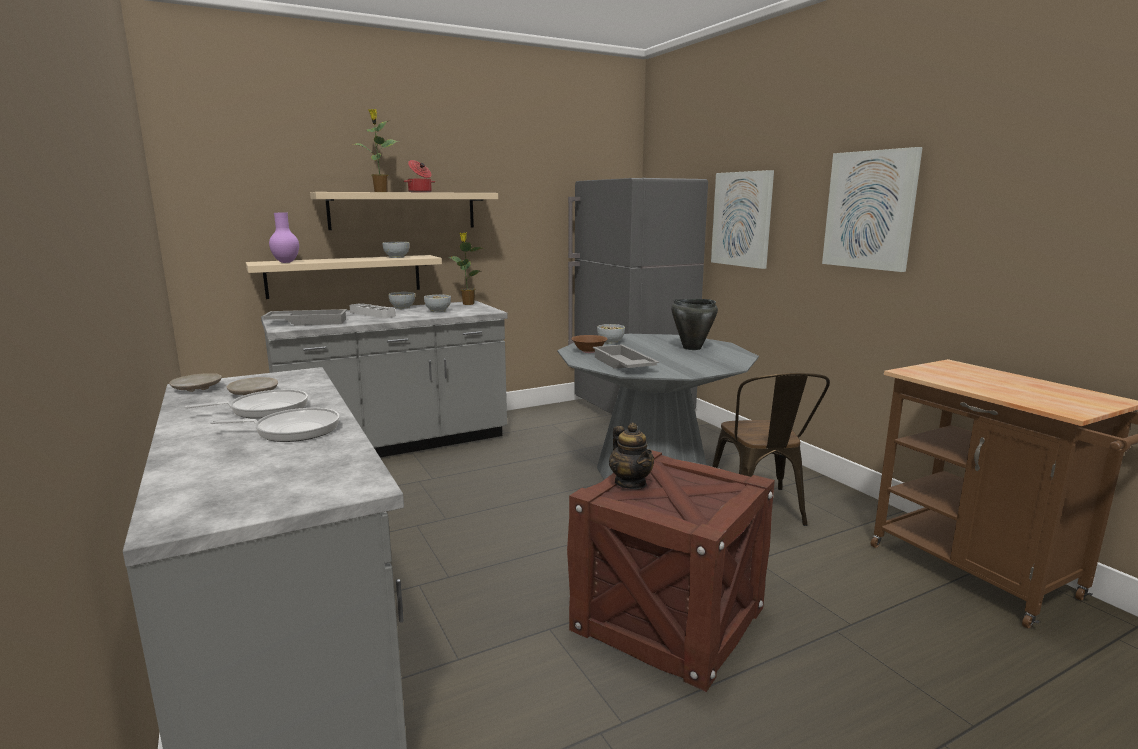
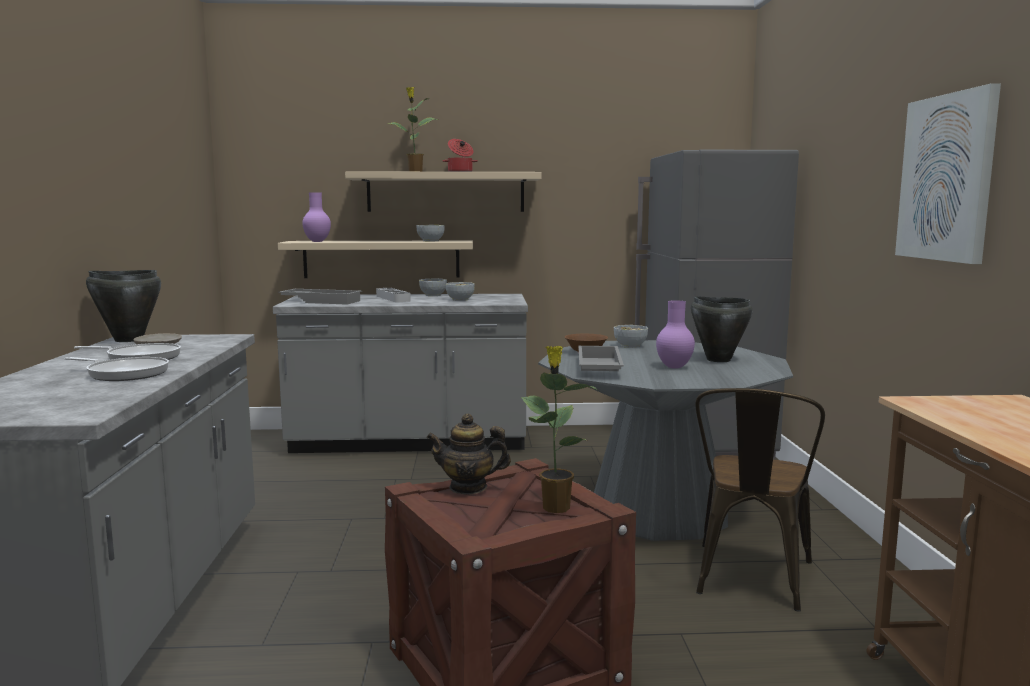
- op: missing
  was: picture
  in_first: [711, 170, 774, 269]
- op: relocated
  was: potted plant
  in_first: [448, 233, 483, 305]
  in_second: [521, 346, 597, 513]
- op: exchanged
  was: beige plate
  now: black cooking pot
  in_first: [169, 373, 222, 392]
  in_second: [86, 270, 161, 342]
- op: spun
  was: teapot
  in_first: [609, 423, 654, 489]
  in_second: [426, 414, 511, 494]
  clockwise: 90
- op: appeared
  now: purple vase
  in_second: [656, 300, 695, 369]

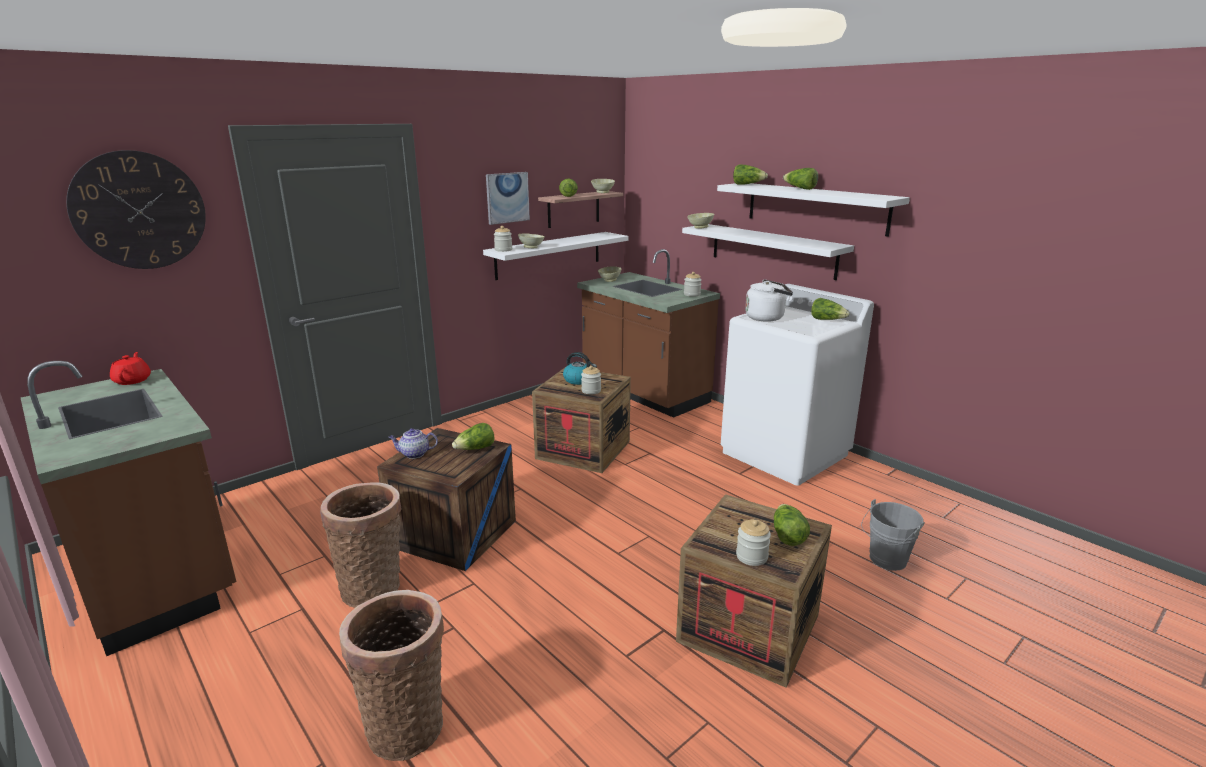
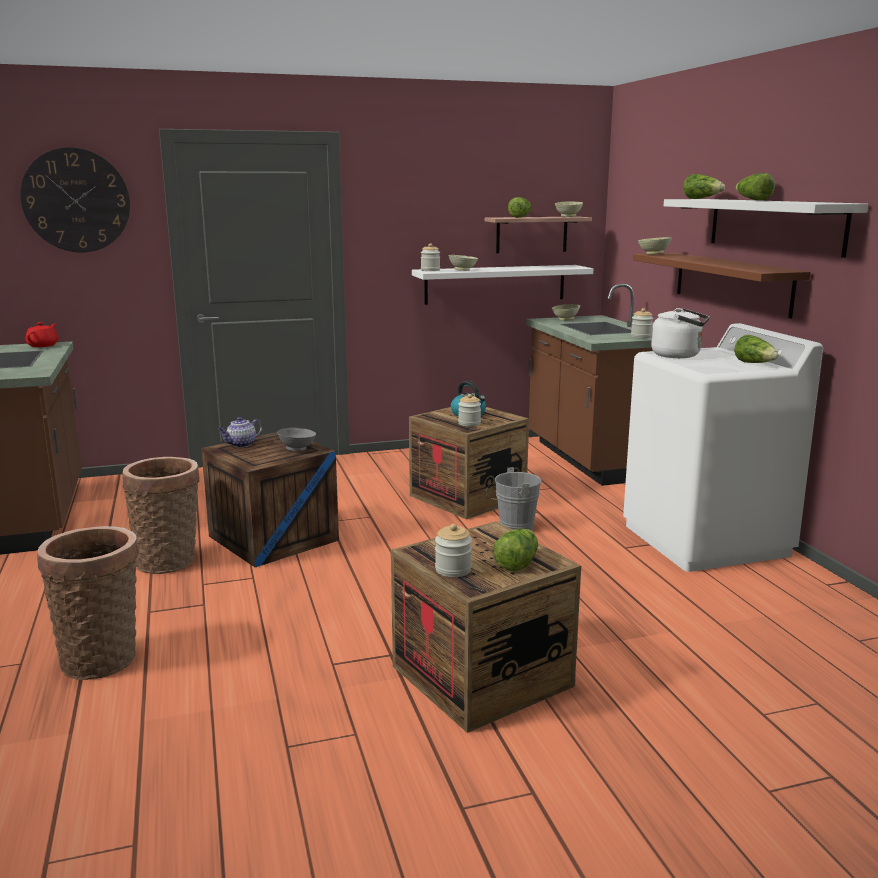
- op: missing
  was: picture
  in_first: [486, 172, 530, 225]
- op: colour
  was: white shelf
  now: brown shelf
  in_first: [682, 224, 854, 280]
  in_second: [633, 253, 811, 319]
- op: exchanged
  was: lettuce
  now: grey bowl
  in_first: [452, 423, 494, 450]
  in_second: [277, 428, 316, 452]
- op: spun
  was: teapot
  in_first: [389, 428, 438, 459]
  in_second: [218, 417, 263, 447]
  clockwise: -60
- op: relocated
  was: grey bucket
  in_first: [861, 499, 925, 571]
  in_second: [486, 467, 542, 530]

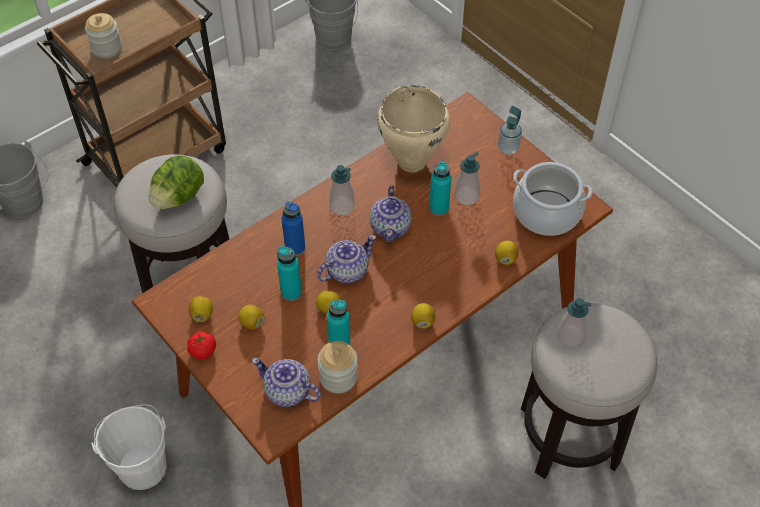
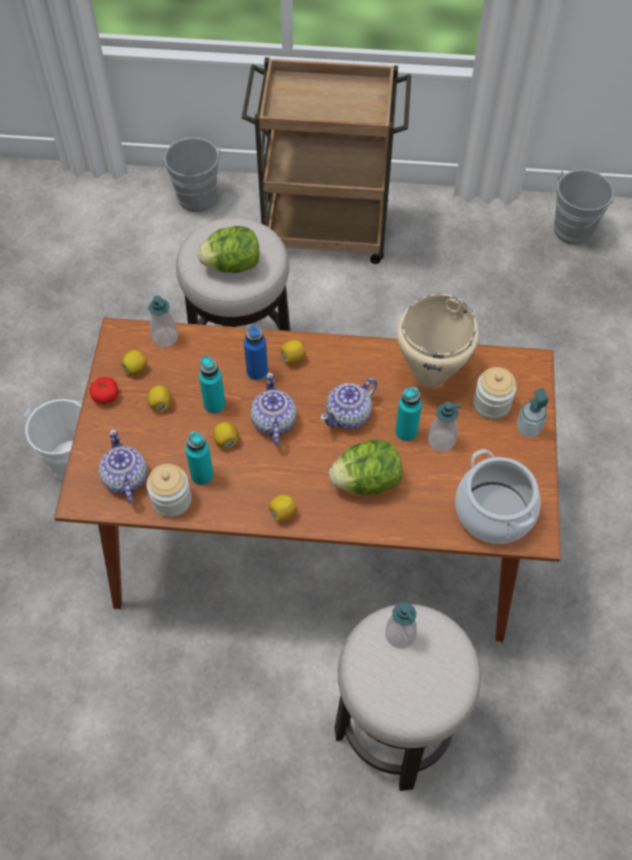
- op: relocated
  was: jar
  in_first: [85, 13, 122, 58]
  in_second: [473, 367, 517, 419]
- op: relocated
  was: soap dispenser
  in_first: [329, 165, 355, 215]
  in_second: [149, 296, 178, 347]
- op: spun
  was: teapot
  in_first: [317, 235, 376, 283]
  in_second: [250, 373, 297, 445]
  clockwise: -105
- op: relocated
  was: lemon
  in_first: [495, 241, 518, 265]
  in_second: [280, 340, 306, 364]
- op: appeared
  now: lettuce
  in_second: [329, 439, 402, 495]

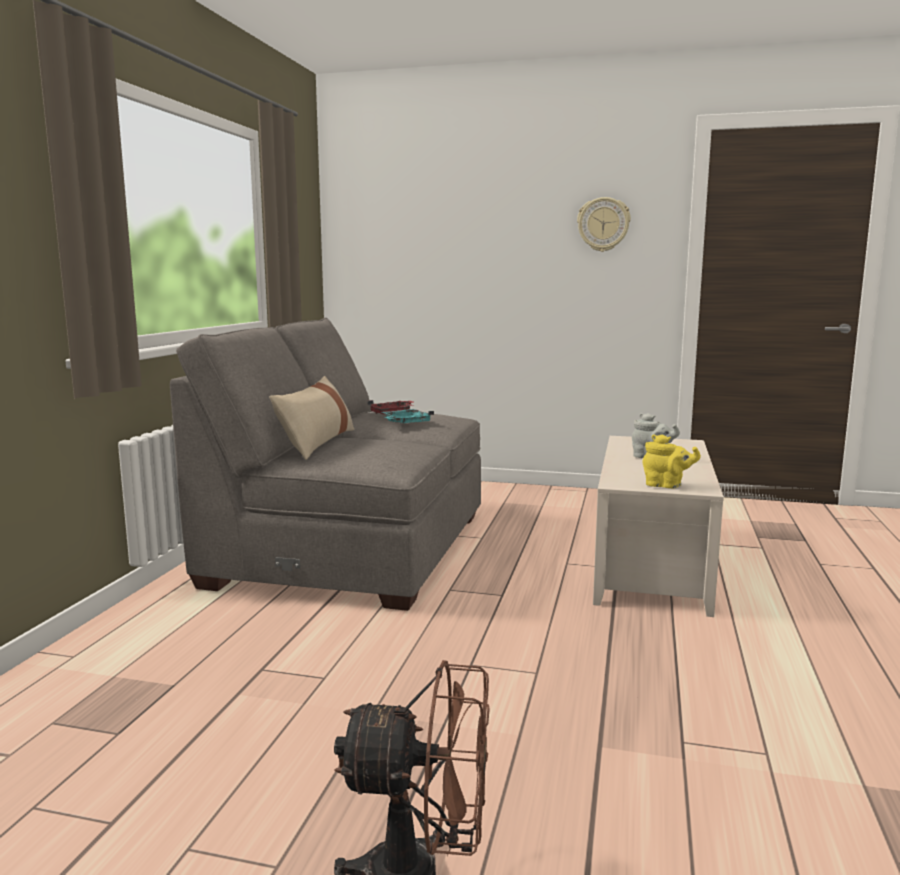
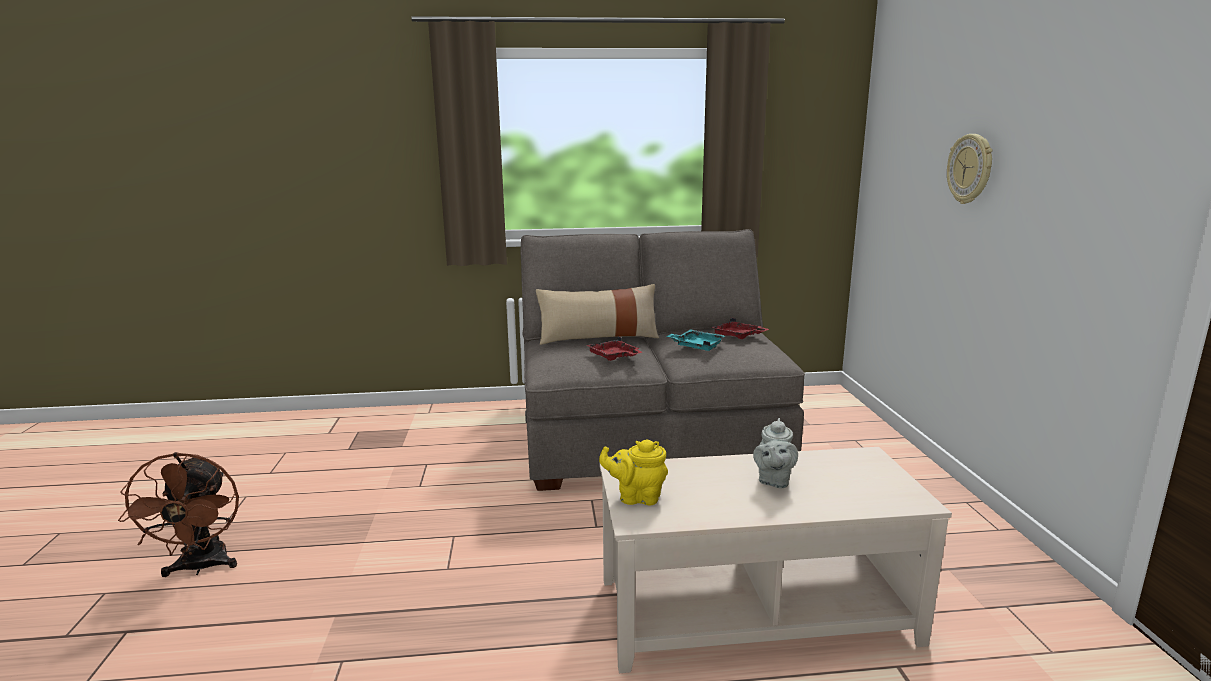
- op: relocated
  was: wall clock
  in_first: [577, 197, 631, 252]
  in_second: [947, 134, 992, 204]
- op: spun
  was: yellow teapot
  in_first: [642, 434, 701, 488]
  in_second: [599, 440, 668, 505]
  clockwise: 90
- op: appeared
  now: red tray
  in_second: [586, 336, 642, 361]

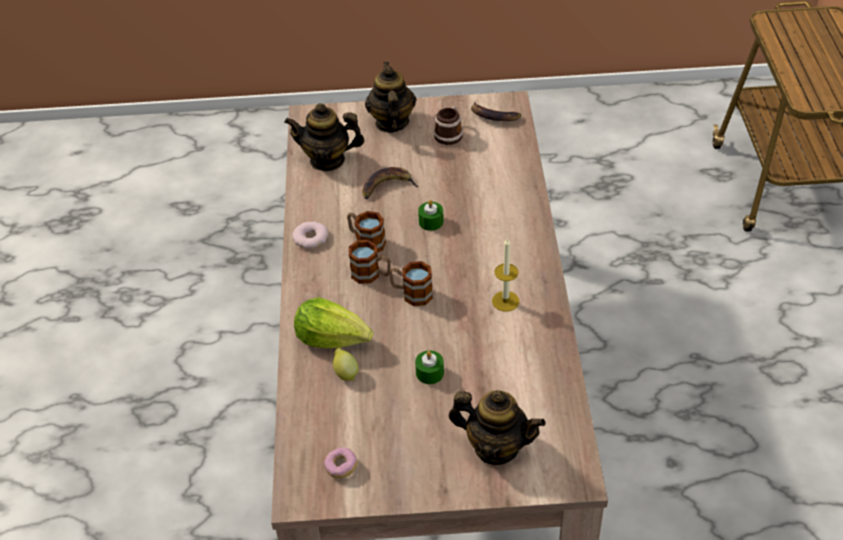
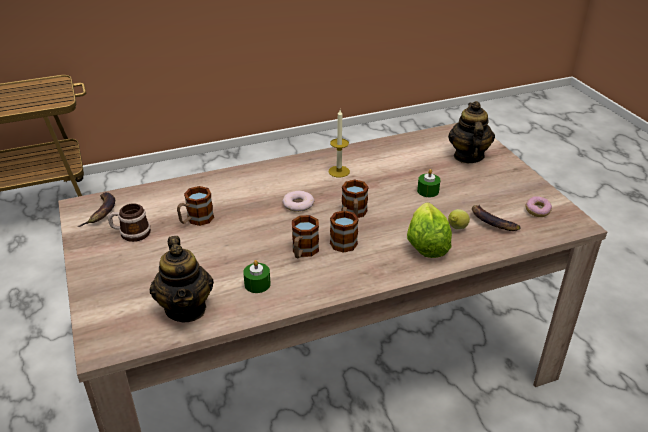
- op: missing
  was: teapot
  in_first: [365, 62, 416, 133]
- op: relocated
  was: banana
  in_first: [362, 167, 419, 199]
  in_second: [472, 204, 521, 231]
- op: relocated
  was: green candle
  in_first: [418, 200, 444, 231]
  in_second: [243, 260, 271, 293]
- op: relocated
  was: donut
  in_first: [292, 221, 329, 248]
  in_second: [282, 191, 315, 212]
- op: appeared
  now: mug
  in_second: [177, 186, 214, 226]

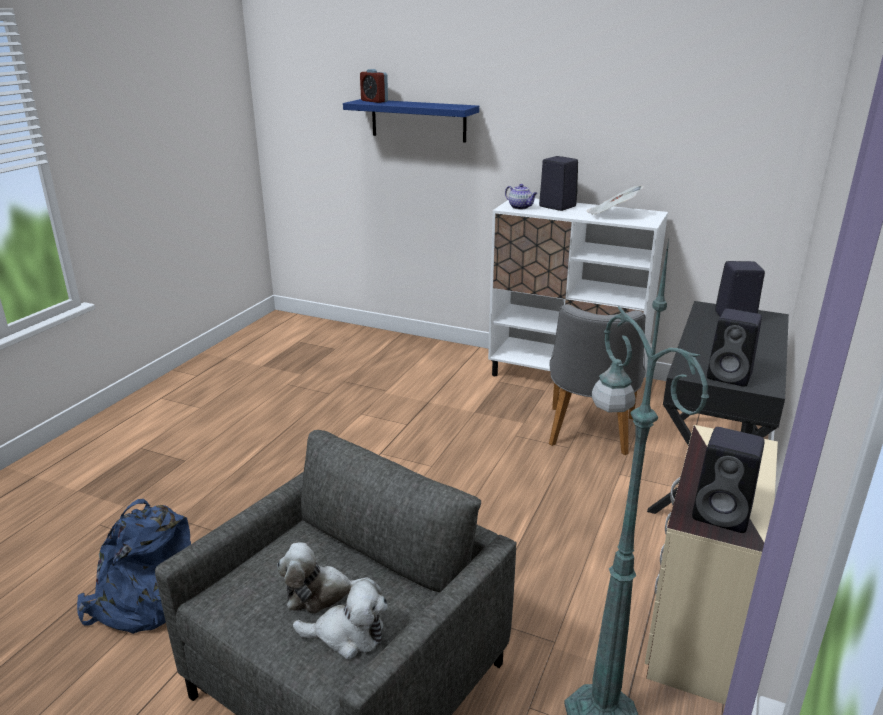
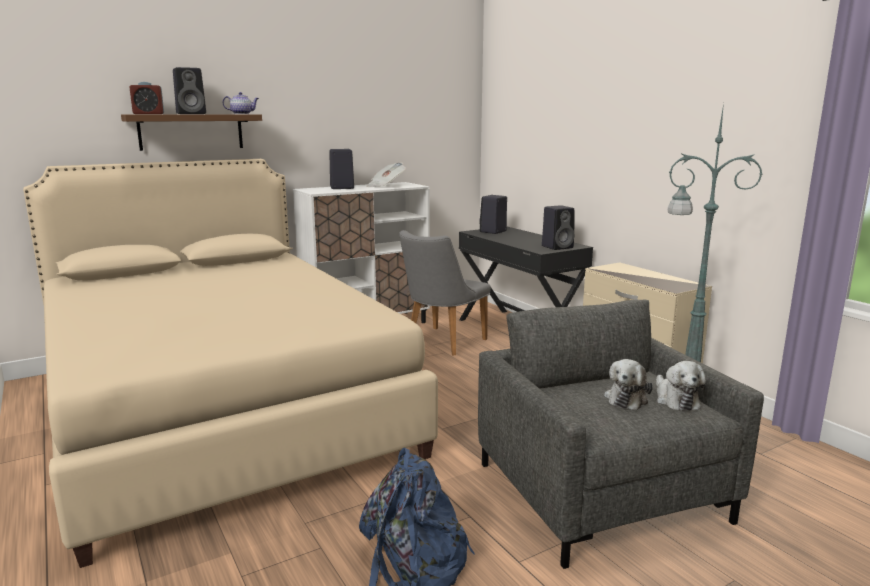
- op: colour
  was: blue shelf
  now: brown shelf
  in_first: [343, 99, 479, 143]
  in_second: [121, 114, 262, 151]
- op: relocated
  was: teapot
  in_first: [505, 184, 538, 209]
  in_second: [223, 92, 259, 114]
- op: spun
  was: grey chair
  in_first: [549, 304, 646, 455]
  in_second: [399, 230, 491, 356]
  clockwise: 75
- op: relocated
  was: black speaker
  in_first: [692, 427, 765, 533]
  in_second: [173, 67, 206, 114]
- op: spun
  was: plush toy
  in_first: [293, 578, 388, 659]
  in_second: [656, 361, 706, 411]
  clockwise: 135
- op: appeared
  now: beige bed
  in_second: [23, 159, 438, 568]

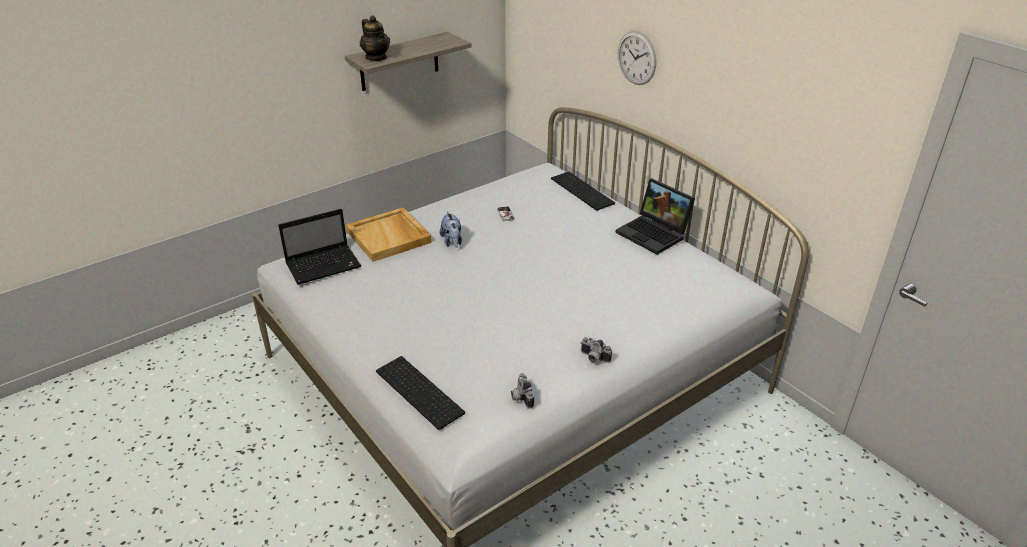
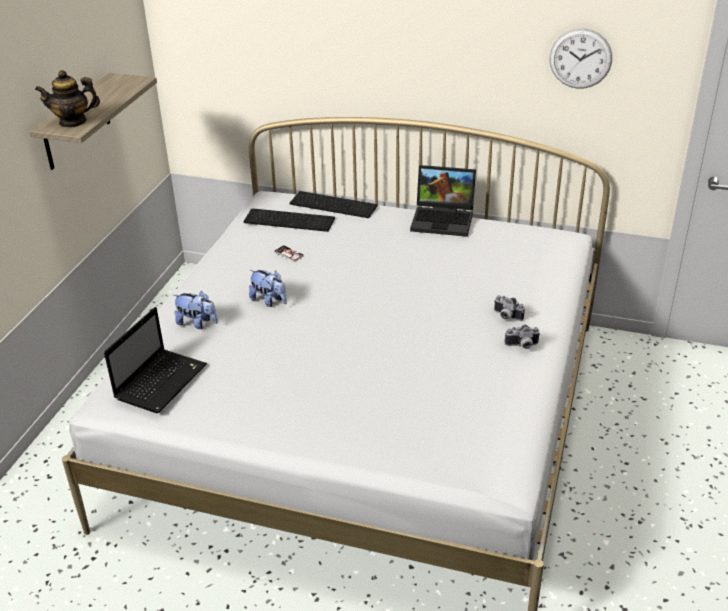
- op: spun
  was: teapot
  in_first: [360, 15, 390, 61]
  in_second: [35, 70, 100, 128]
  clockwise: 150
- op: relocated
  was: wall clock
  in_first: [618, 31, 656, 85]
  in_second: [549, 28, 612, 89]
- op: exchanged
  was: beige tray
  now: plush toy
  in_first: [346, 208, 432, 262]
  in_second: [173, 291, 218, 329]
- op: relocated
  was: keyboard
  in_first: [376, 356, 465, 430]
  in_second: [243, 208, 335, 232]
- op: relocated
  was: photo camera
  in_first: [511, 373, 534, 408]
  in_second: [494, 295, 525, 321]

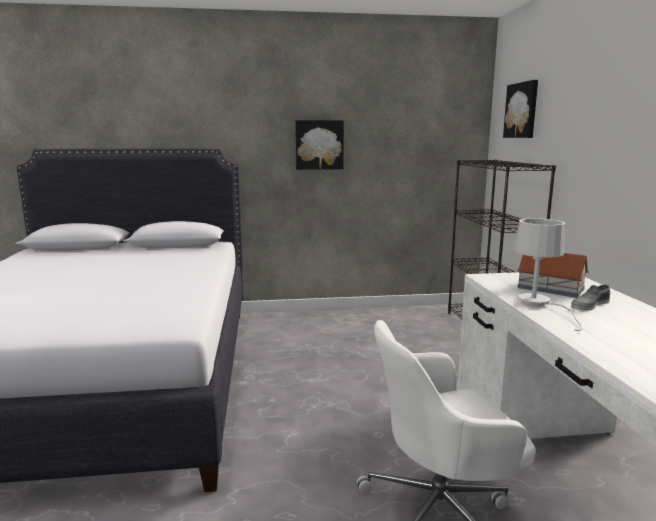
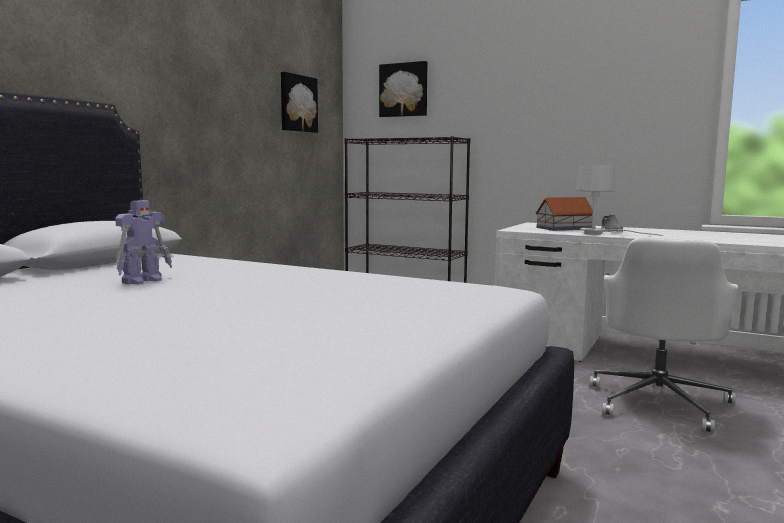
- op: relocated
  was: picture
  in_first: [295, 120, 344, 170]
  in_second: [281, 72, 318, 133]
- op: appeared
  now: toy robot
  in_second: [115, 200, 172, 284]

